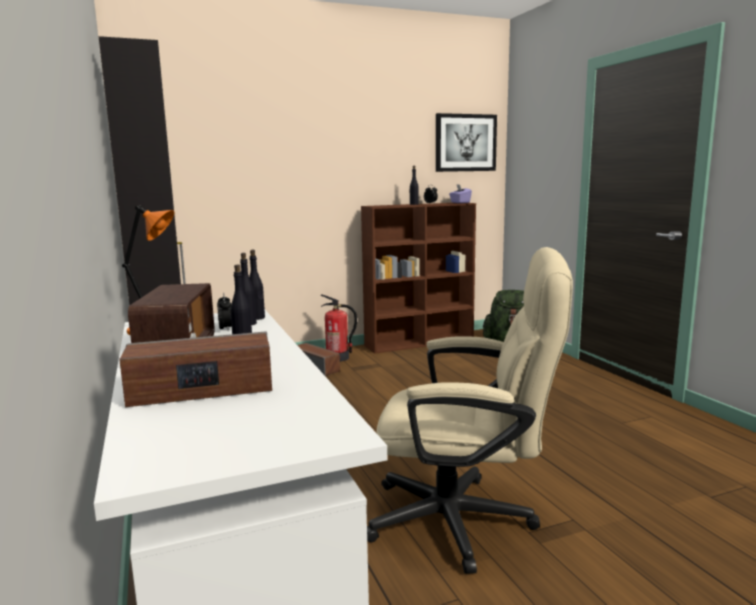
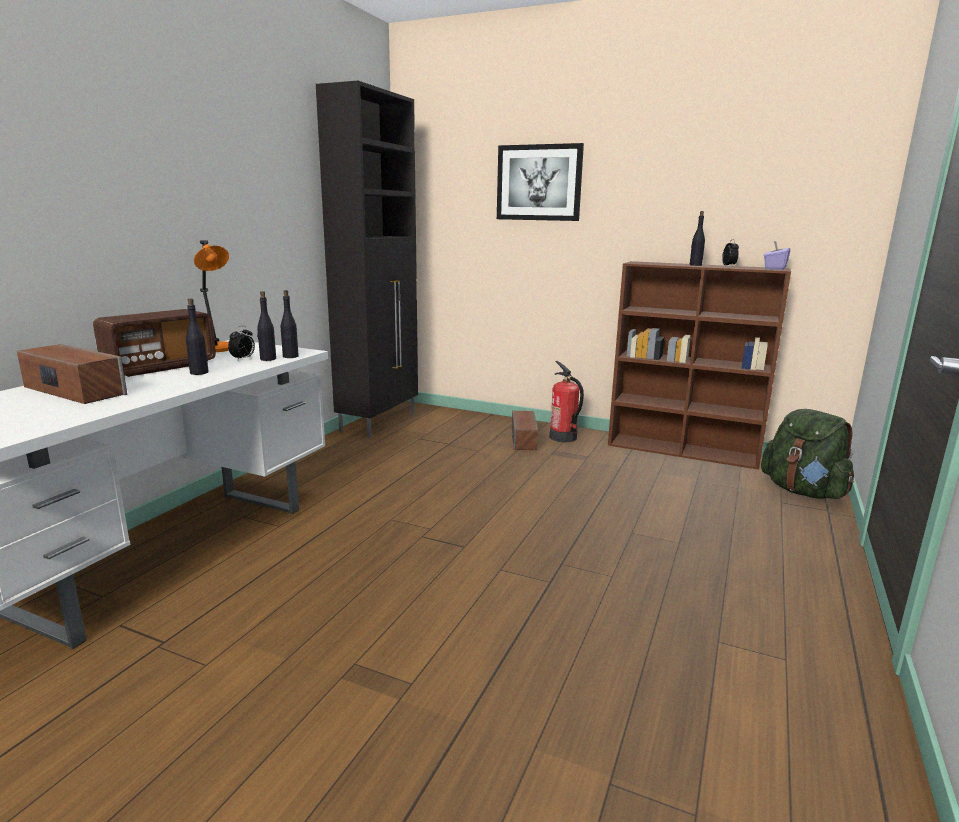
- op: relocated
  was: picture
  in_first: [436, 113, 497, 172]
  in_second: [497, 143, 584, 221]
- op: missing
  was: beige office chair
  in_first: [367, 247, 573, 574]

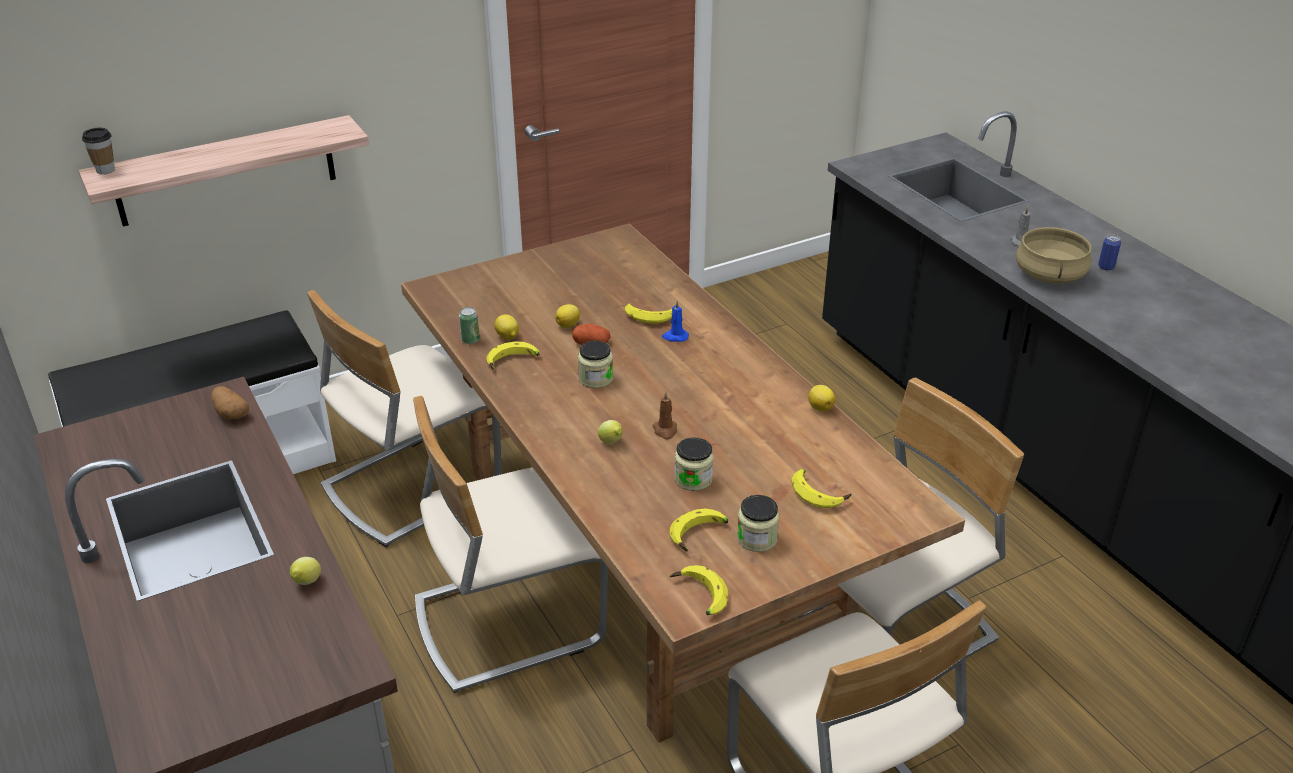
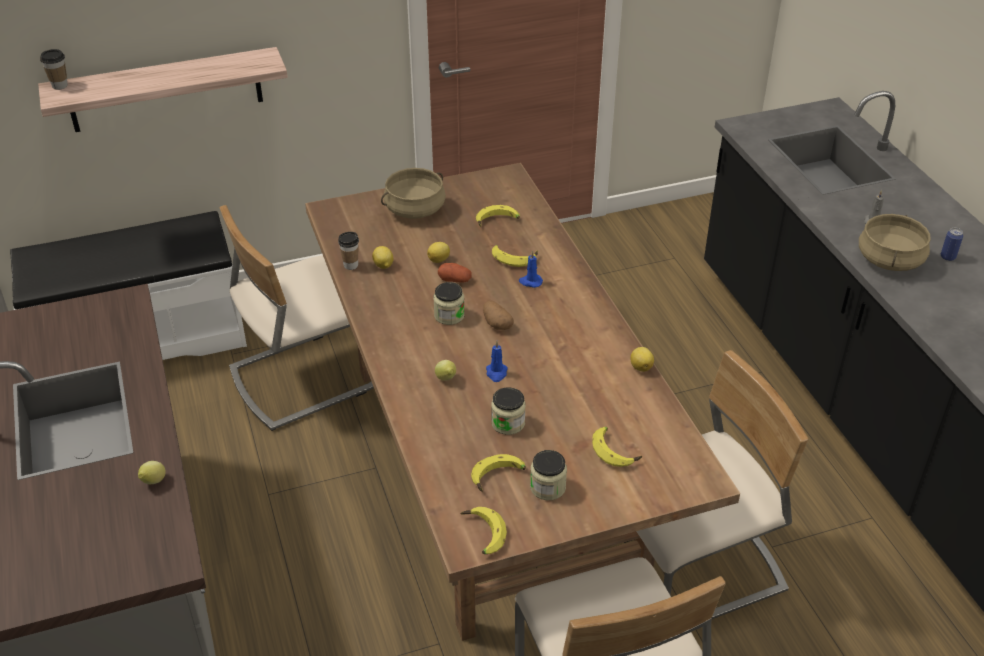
- op: exchanged
  was: can
  now: cup
  in_first: [459, 307, 480, 344]
  in_second: [338, 232, 359, 270]
- op: relocated
  was: banana
  in_first: [486, 341, 540, 370]
  in_second: [476, 205, 520, 227]
- op: relocated
  was: potato
  in_first: [211, 386, 249, 420]
  in_second: [483, 301, 514, 330]
- op: colour
  was: brown candle
  now: blue candle
  in_first: [653, 391, 677, 440]
  in_second: [486, 341, 508, 382]
- op: missing
  was: beige chair
  in_first: [413, 396, 608, 693]
- op: appeared
  now: beige cooking pot
  in_second: [381, 168, 446, 219]

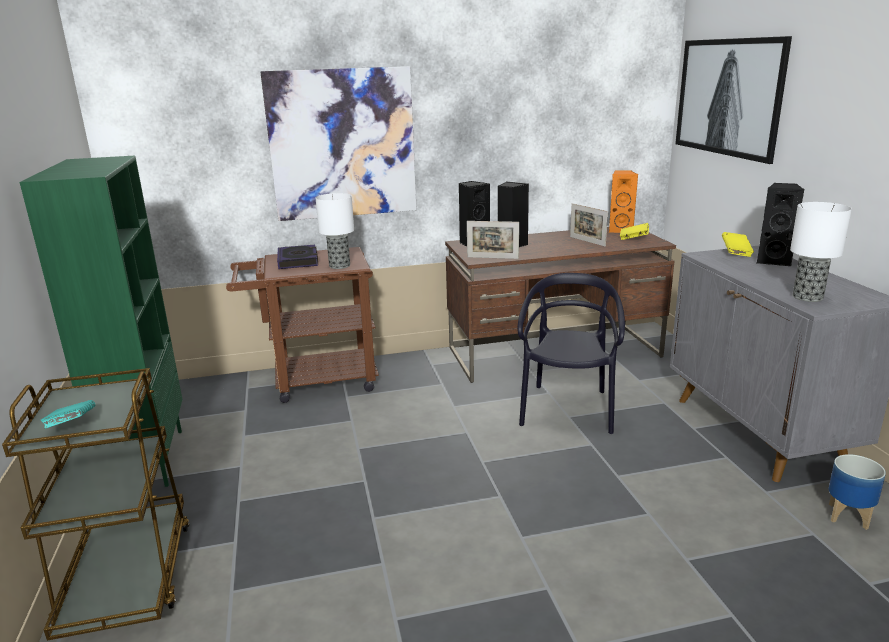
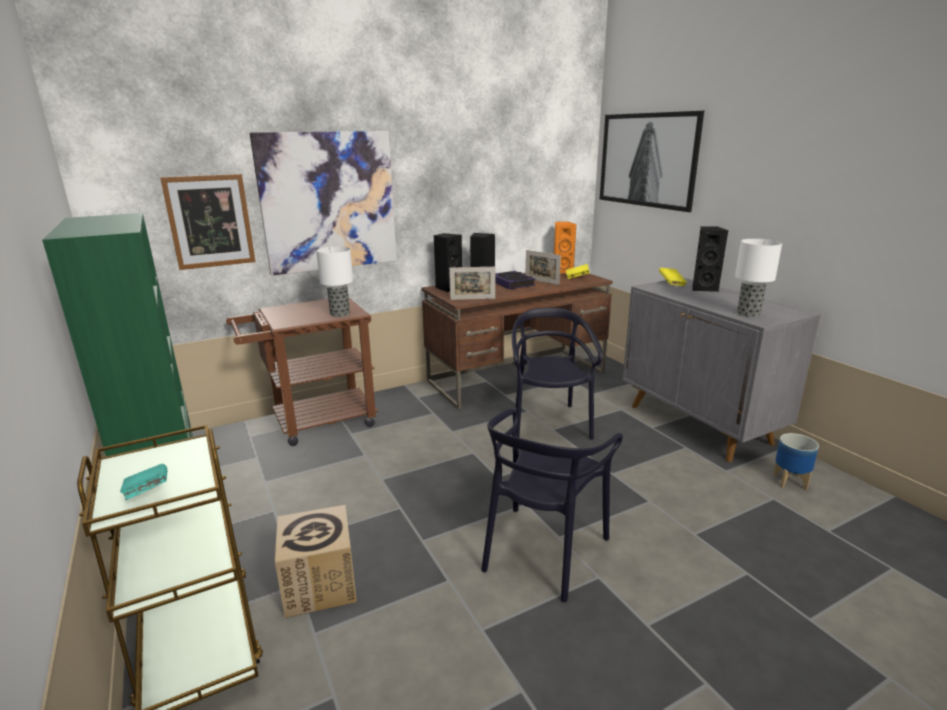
- op: relocated
  was: book
  in_first: [277, 245, 318, 269]
  in_second: [495, 271, 536, 289]
- op: appeared
  now: picture
  in_second: [160, 174, 256, 270]
- op: appeared
  now: black chair
  in_second: [481, 409, 623, 602]
- op: appeared
  now: cardboard box
  in_second: [275, 505, 357, 618]

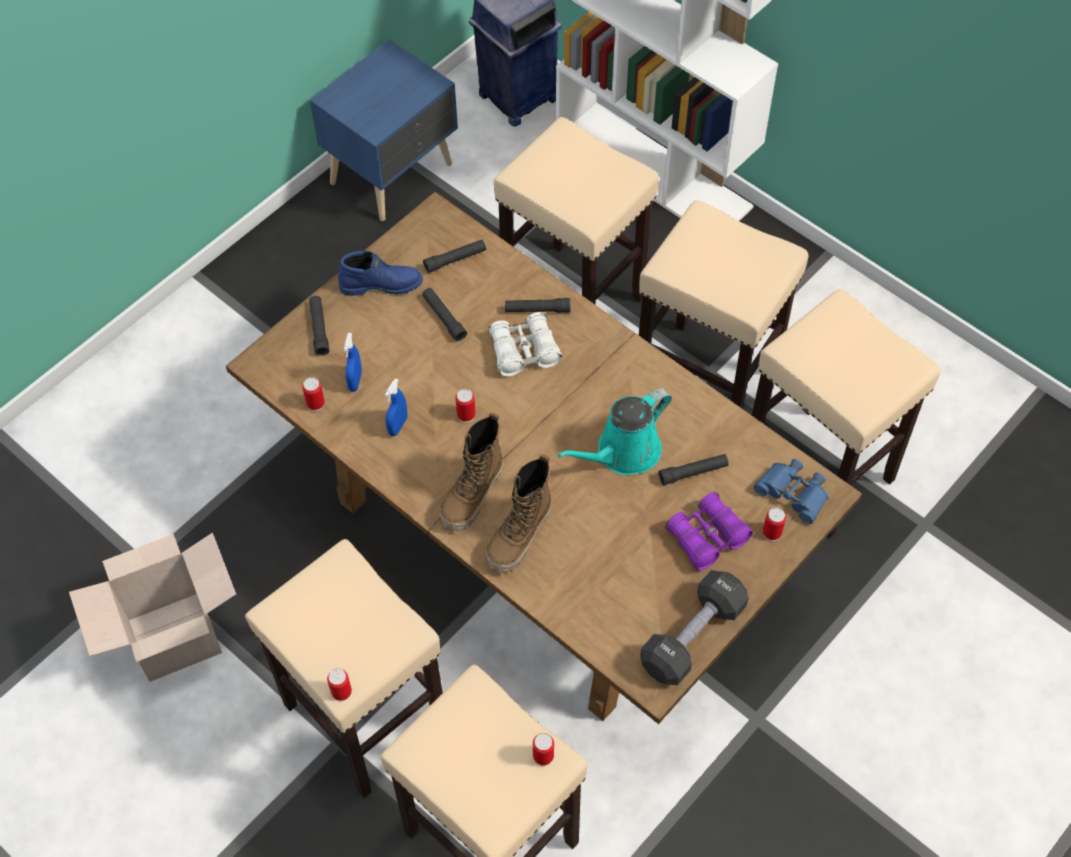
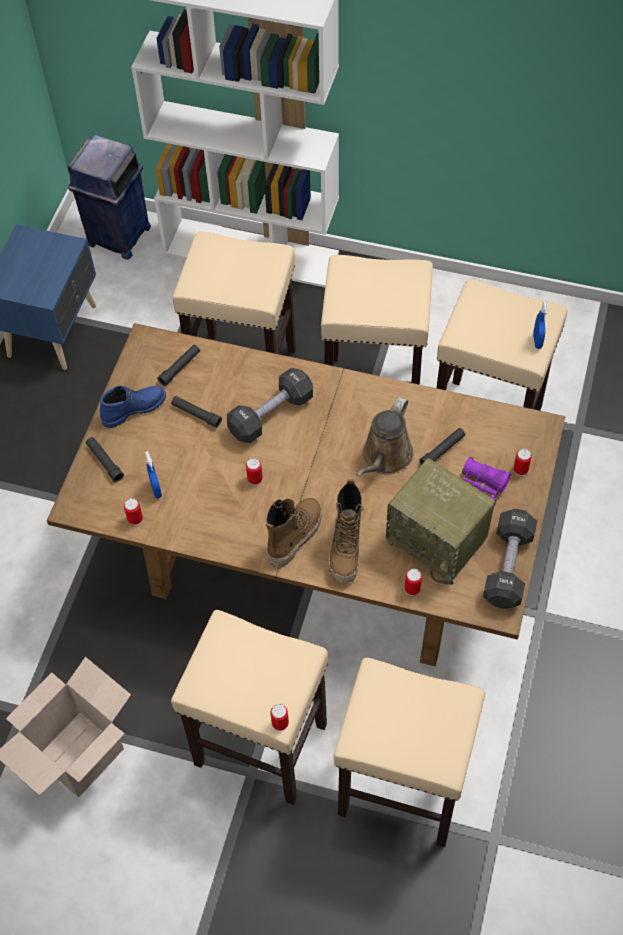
- op: missing
  was: black flashlight
  in_first: [505, 298, 570, 313]
- op: exchanged
  was: white binoculars
  now: black dumbbell
  in_first: [488, 312, 562, 376]
  in_second: [227, 368, 313, 443]
- op: relocated
  was: blue spray bottle
  in_first: [385, 378, 408, 436]
  in_second: [533, 300, 547, 349]
- op: colour
  was: turquoise watering can
  now: brown watering can
  in_first: [557, 388, 672, 475]
  in_second: [356, 397, 414, 477]
- op: spun
  was: boot
  in_first: [440, 412, 503, 532]
  in_second: [266, 497, 321, 568]
  clockwise: -150
- op: missing
  was: blue binoculars
  in_first: [754, 459, 829, 524]
- op: relocated
  was: can
  in_first: [533, 733, 554, 766]
  in_second: [405, 569, 422, 596]
- op: appeared
  now: radio
  in_second: [386, 459, 495, 585]

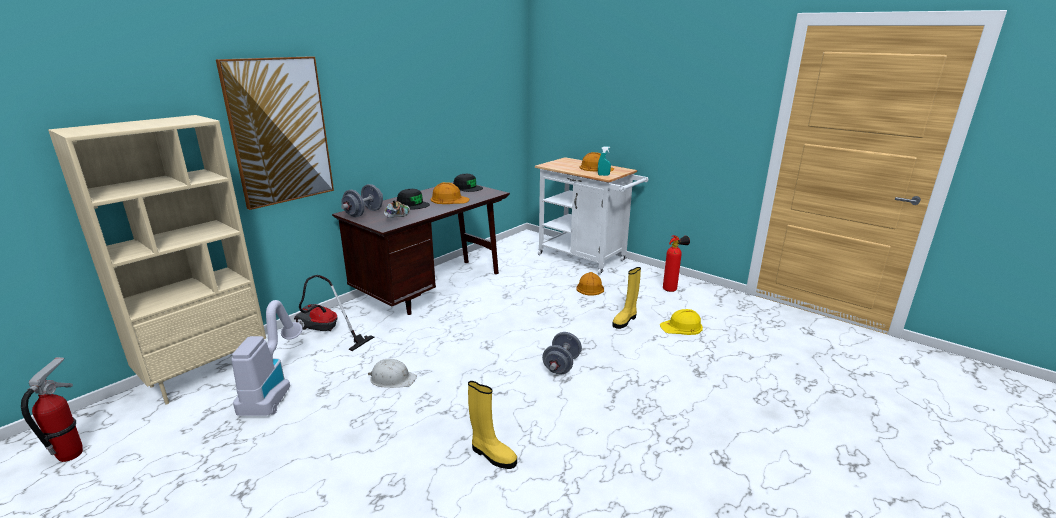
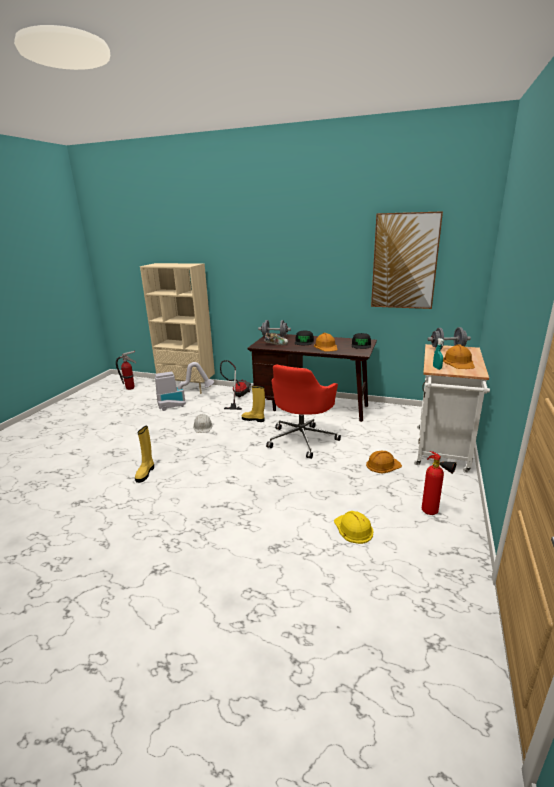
- op: relocated
  was: picture
  in_first: [216, 56, 334, 210]
  in_second: [371, 211, 443, 309]
- op: relocated
  was: yellow boot
  in_first: [612, 267, 641, 329]
  in_second: [242, 385, 265, 422]
- op: relocated
  was: grey dumbbell
  in_first: [542, 332, 582, 374]
  in_second: [427, 327, 471, 349]
- op: appeared
  now: red office chair
  in_second: [266, 364, 341, 459]

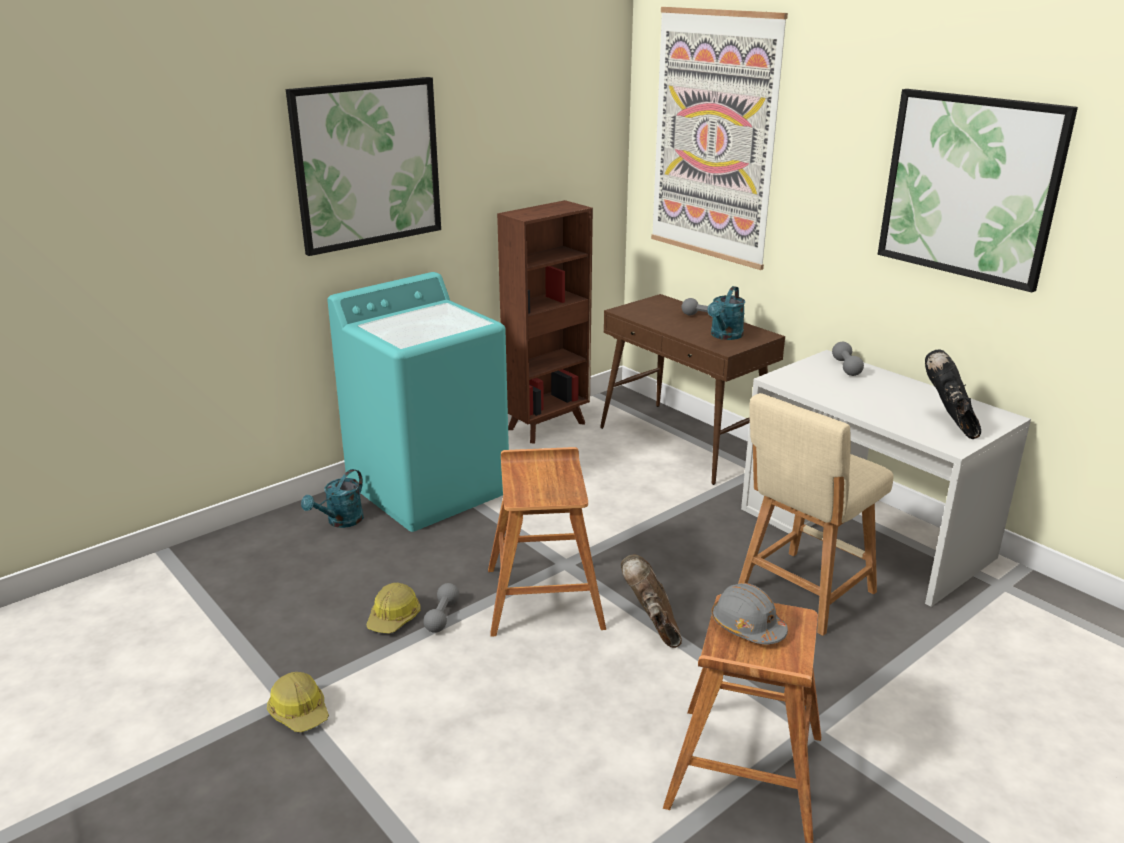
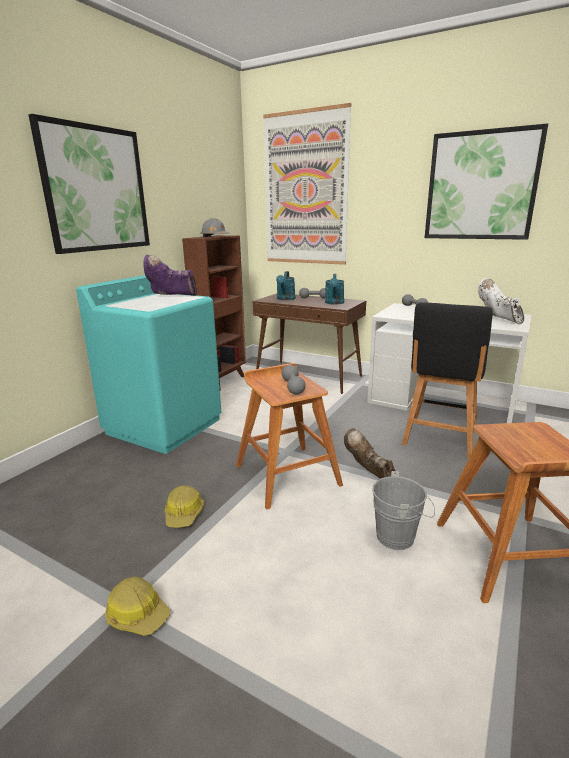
- op: colour
  was: black boot
  now: white boot
  in_first: [925, 349, 981, 439]
  in_second: [478, 278, 524, 324]
- op: colour
  was: beige stool
  now: black stool
  in_first: [738, 393, 894, 636]
  in_second: [402, 302, 493, 458]
- op: relocated
  was: turquoise watering can
  in_first: [301, 469, 364, 528]
  in_second: [276, 271, 295, 300]
- op: relocated
  was: grey dumbbell
  in_first: [423, 583, 459, 633]
  in_second: [282, 365, 306, 394]
- op: relocated
  was: grey hard hat
  in_first: [711, 583, 788, 644]
  in_second: [200, 218, 230, 237]
- op: appeared
  now: purple boot
  in_second: [143, 255, 197, 296]
- op: appeared
  now: grey bucket
  in_second: [372, 471, 435, 550]

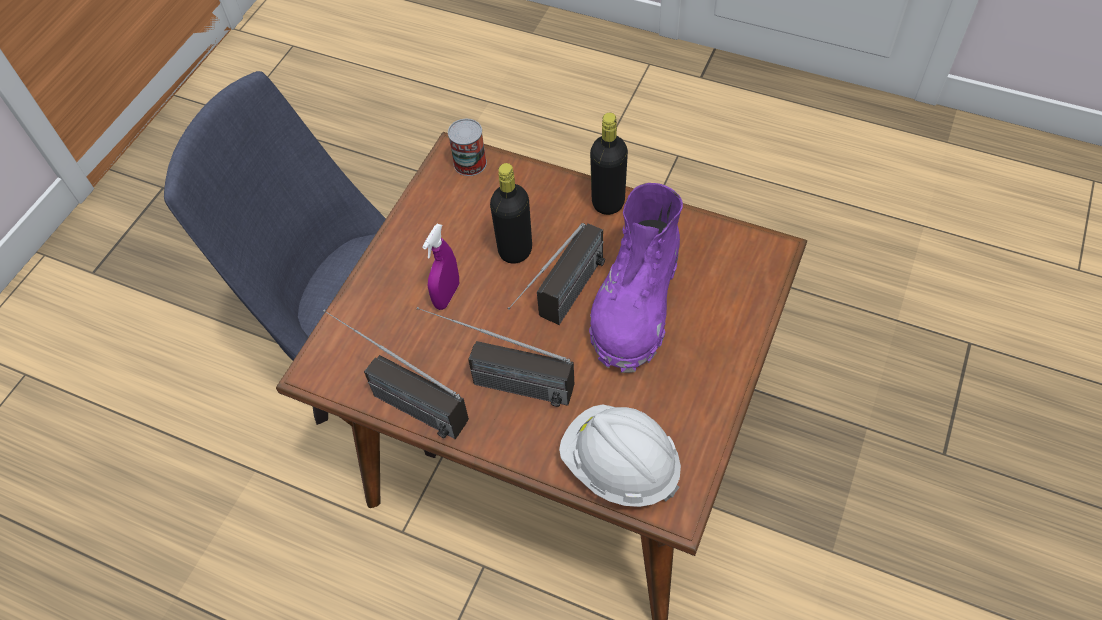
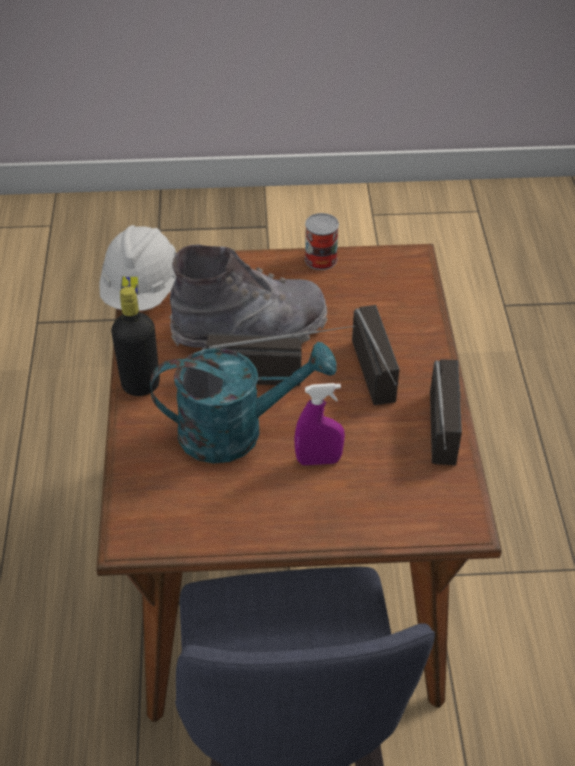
- op: relocated
  was: can
  in_first: [448, 119, 487, 176]
  in_second: [305, 213, 339, 270]
- op: exchanged
  was: black bottle
  now: turquoise watering can
  in_first: [490, 163, 532, 264]
  in_second: [150, 342, 336, 464]
- op: colour
  was: purple boot
  now: grey boot
  in_first: [589, 183, 683, 373]
  in_second: [170, 245, 328, 350]
- op: relocated
  was: white hard hat
  in_first: [559, 404, 681, 507]
  in_second: [99, 225, 176, 311]

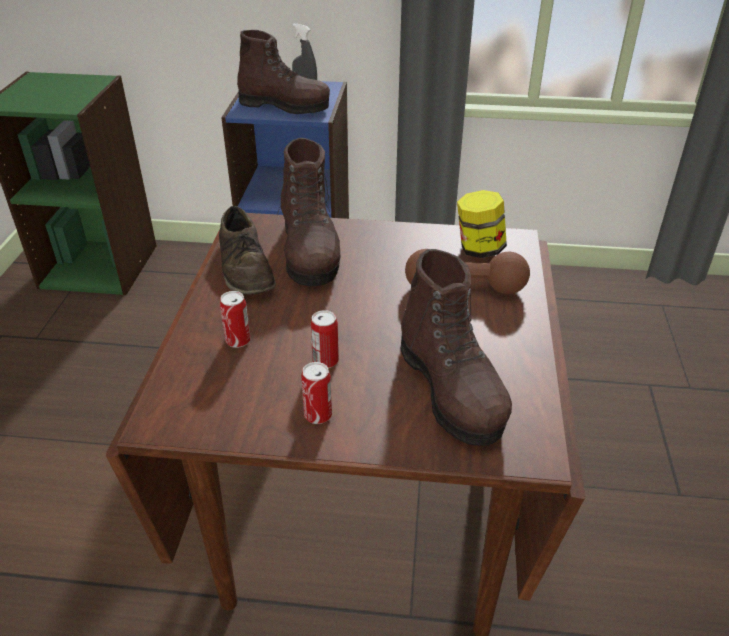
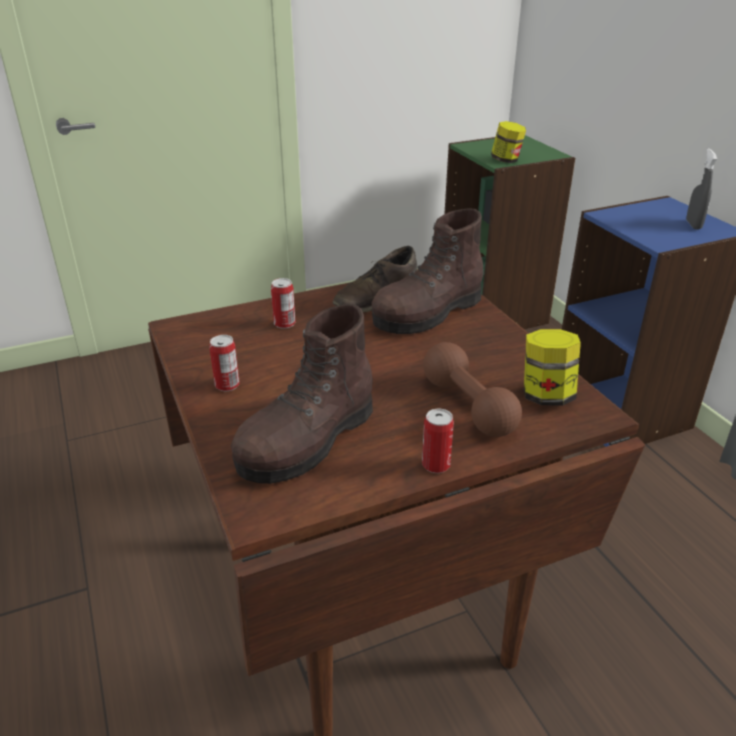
- op: missing
  was: brown boot
  in_first: [237, 30, 330, 114]
- op: relocated
  was: can
  in_first: [310, 310, 339, 368]
  in_second: [422, 409, 454, 473]
- op: appeared
  now: jar
  in_second: [491, 121, 526, 163]

